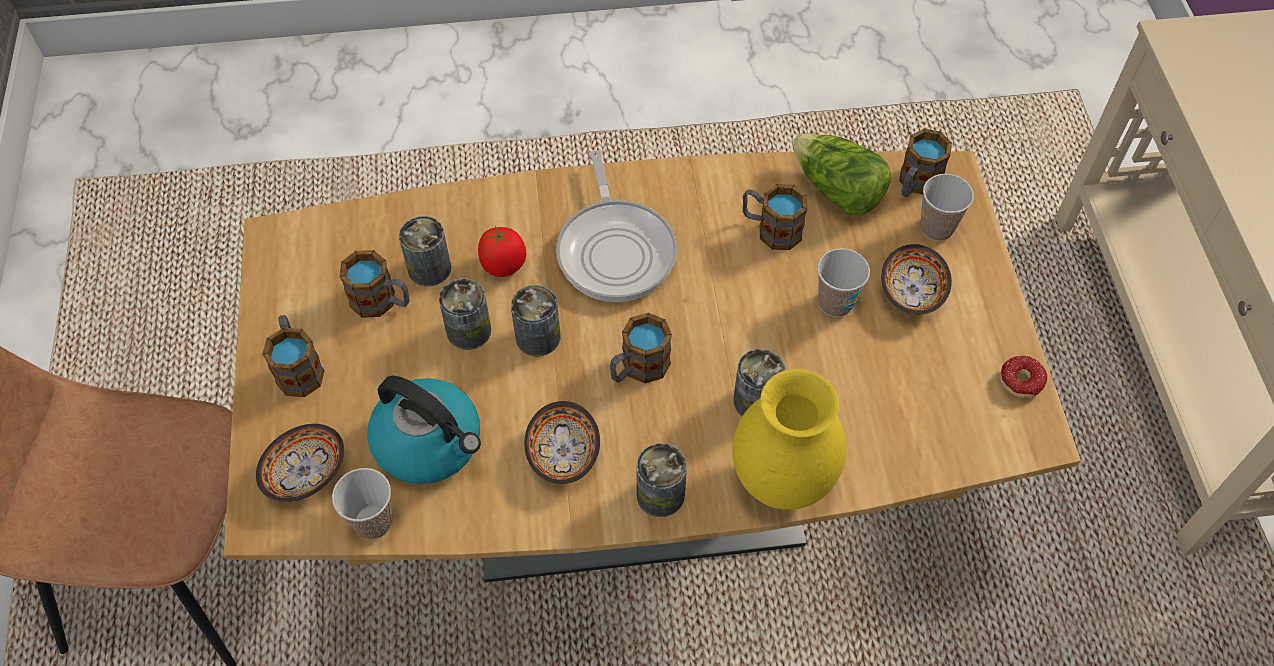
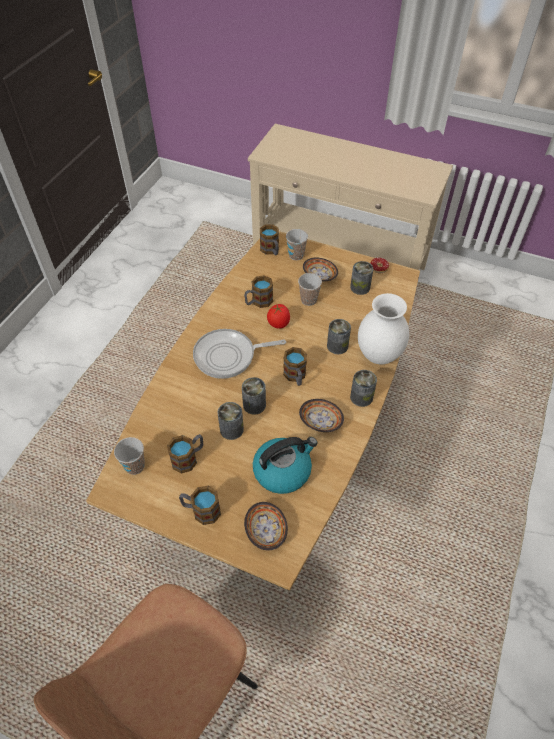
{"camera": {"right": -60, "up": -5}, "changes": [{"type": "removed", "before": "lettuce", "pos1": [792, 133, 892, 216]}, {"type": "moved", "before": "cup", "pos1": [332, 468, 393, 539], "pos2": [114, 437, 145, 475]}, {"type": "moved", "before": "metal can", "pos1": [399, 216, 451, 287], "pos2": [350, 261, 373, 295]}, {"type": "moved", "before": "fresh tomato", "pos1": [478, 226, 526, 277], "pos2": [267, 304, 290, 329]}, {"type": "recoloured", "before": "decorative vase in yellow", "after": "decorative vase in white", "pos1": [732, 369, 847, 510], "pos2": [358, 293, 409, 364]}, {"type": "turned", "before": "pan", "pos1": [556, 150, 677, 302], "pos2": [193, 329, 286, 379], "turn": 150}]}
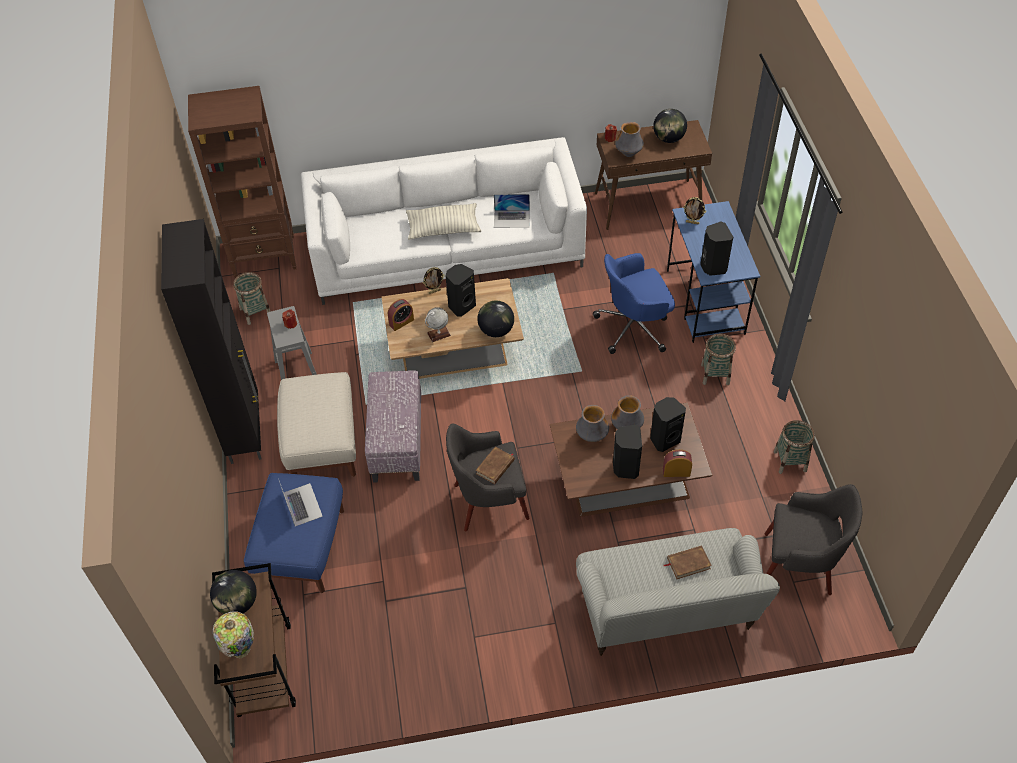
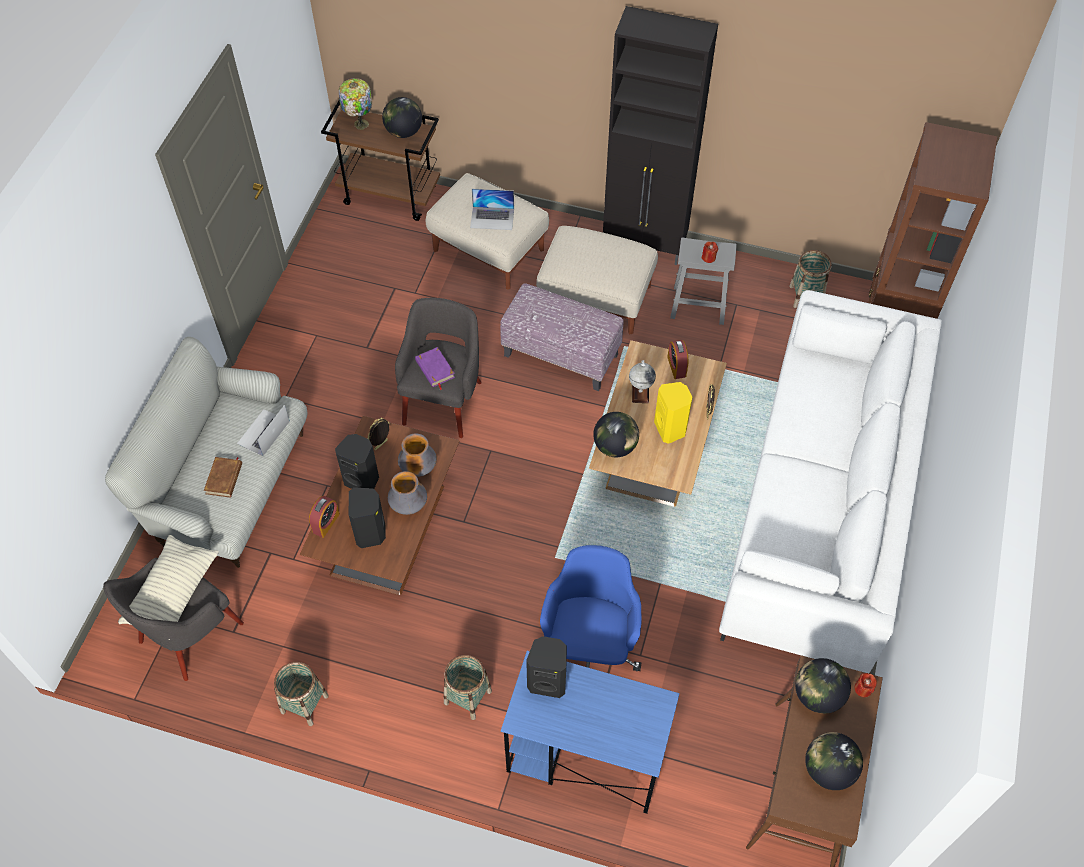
{"camera": {"right": 115, "up": 5}, "changes": [{"type": "moved", "before": "cushion", "pos1": [406, 203, 481, 240], "pos2": [118, 535, 219, 640]}, {"type": "moved", "before": "notebook computer", "pos1": [494, 194, 530, 228], "pos2": [237, 405, 290, 456]}, {"type": "moved", "before": "standing frame", "pos1": [683, 197, 706, 225], "pos2": [367, 418, 389, 450]}, {"type": "replaced", "before": "decorative vase", "after": "globe", "pos1": [615, 122, 644, 157], "pos2": [795, 658, 851, 714]}, {"type": "recoloured", "before": "pouffe in blue", "after": "pouffe in beige", "pos1": [244, 473, 344, 593], "pos2": [426, 173, 549, 290]}, {"type": "recoloured", "before": "audio speaker in blackish", "after": "audio speaker in yellow", "pos1": [445, 264, 476, 317], "pos2": [654, 382, 692, 444]}, {"type": "recoloured", "before": "volume in brown-coloured", "after": "volume in purple-coloured", "pos1": [475, 446, 515, 484], "pos2": [415, 347, 455, 390]}]}
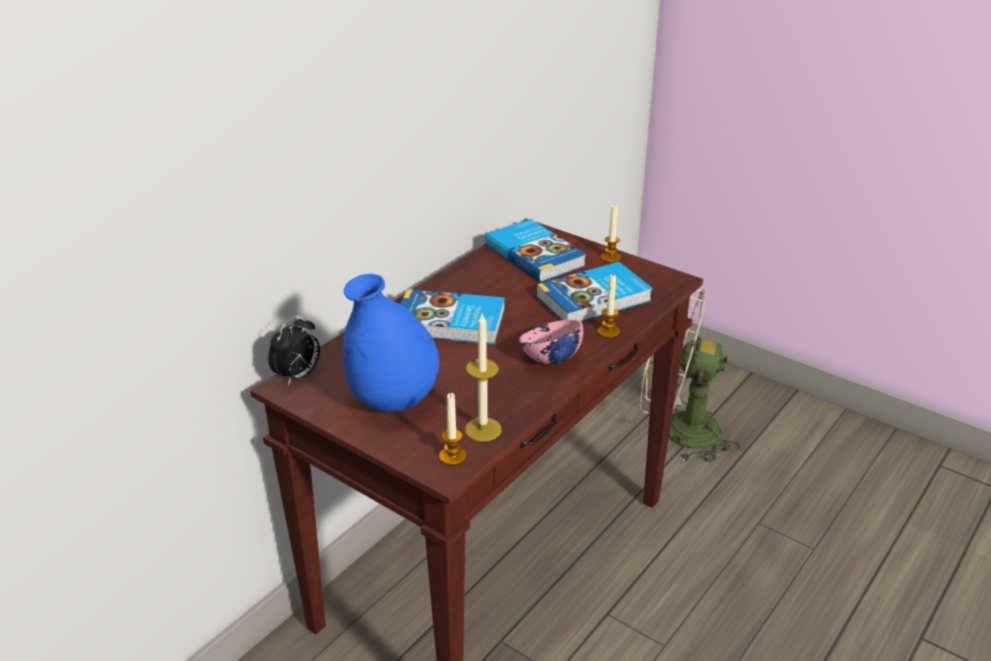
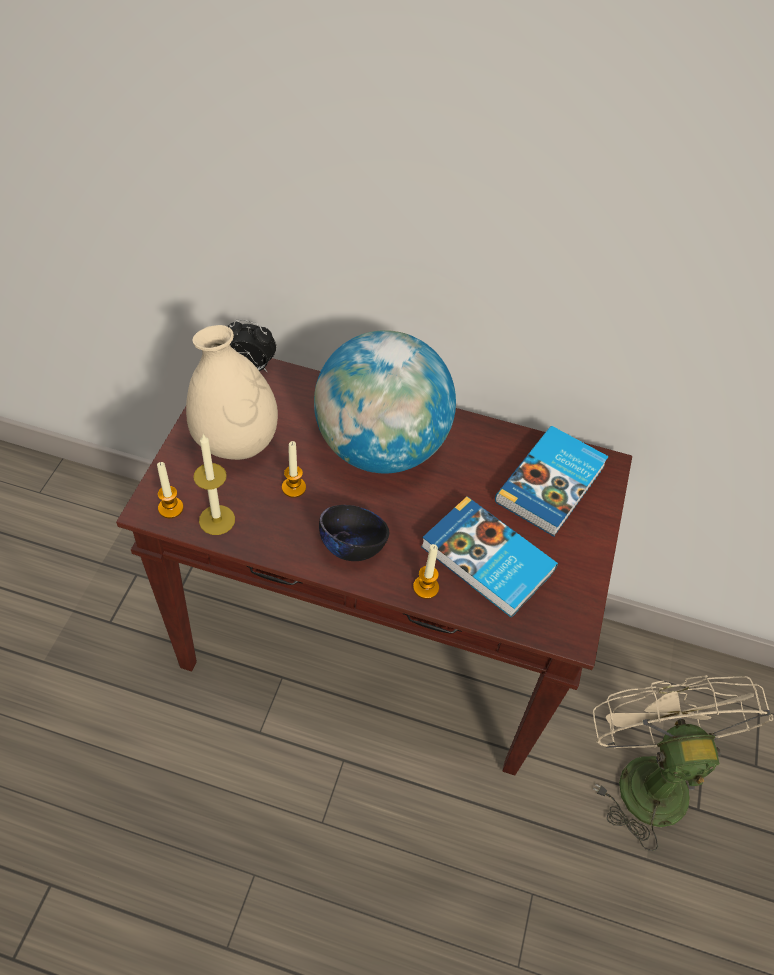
{"camera": {"right": 65, "up": 20}, "changes": [{"type": "moved", "before": "wax candle", "pos1": [601, 204, 621, 263], "pos2": [282, 441, 306, 498]}, {"type": "replaced", "before": "volume", "after": "globe", "pos1": [401, 289, 505, 344], "pos2": [314, 330, 456, 473]}, {"type": "recoloured", "before": "decorative vase in blue", "after": "decorative vase in beige", "pos1": [343, 274, 439, 412], "pos2": [186, 325, 278, 460]}, {"type": "recoloured", "before": "serving bowl in pink", "after": "serving bowl in blackish", "pos1": [519, 319, 583, 364], "pos2": [319, 505, 389, 561]}]}
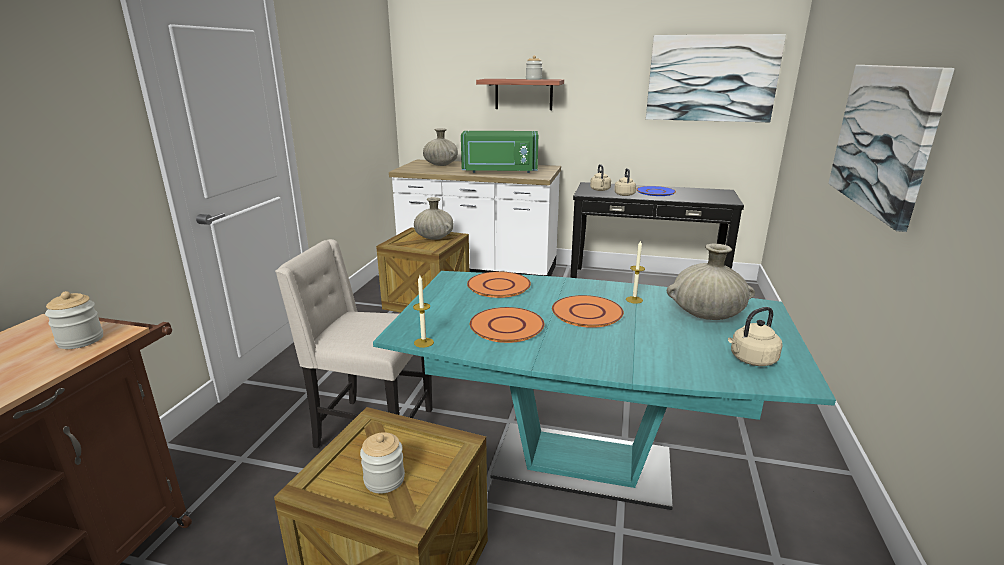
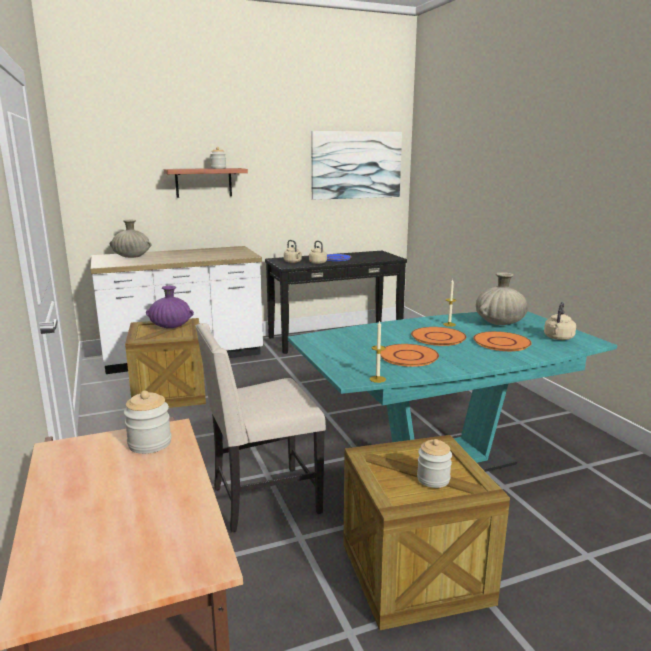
{"camera": {"right": -35, "up": -5}, "changes": [{"type": "removed", "before": "microwave in greenish", "pos1": [461, 131, 538, 173]}, {"type": "removed", "before": "wall art", "pos1": [828, 65, 955, 232]}, {"type": "moved", "before": "flat dish in orangey", "pos1": [467, 271, 531, 298], "pos2": [473, 331, 532, 351]}, {"type": "recoloured", "before": "decorative vase in beige", "after": "decorative vase in purple-coloured", "pos1": [414, 197, 454, 240], "pos2": [146, 286, 194, 328]}]}
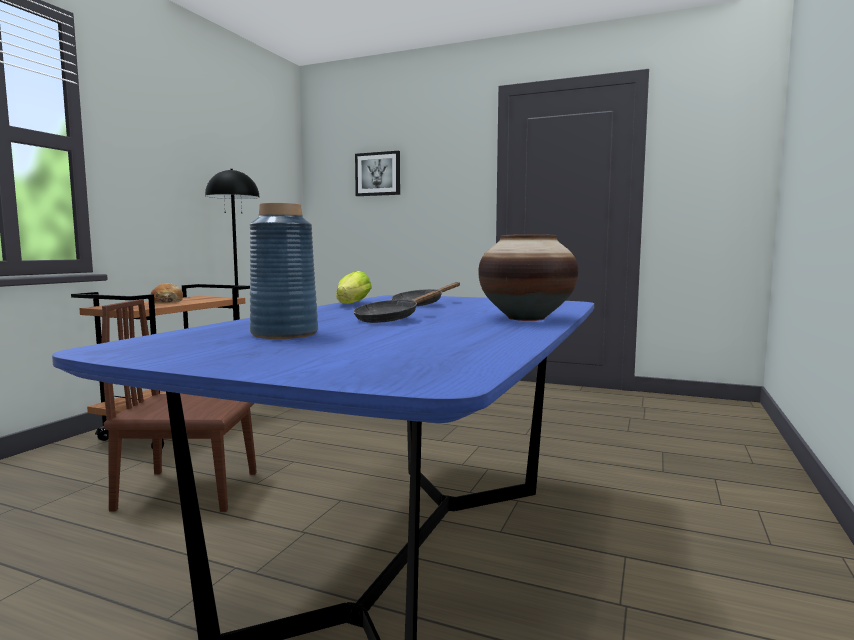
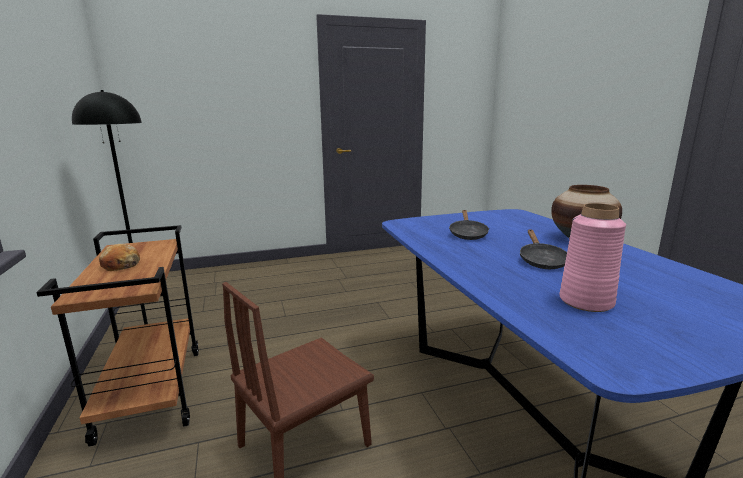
{"camera": {"right": -40, "up": 10}, "changes": [{"type": "removed", "before": "lettuce", "pos1": [336, 271, 372, 304]}, {"type": "removed", "before": "wall art", "pos1": [355, 151, 400, 196]}, {"type": "recoloured", "before": "decorative vase in blue", "after": "decorative vase in pink", "pos1": [250, 203, 318, 339], "pos2": [559, 203, 626, 312]}]}
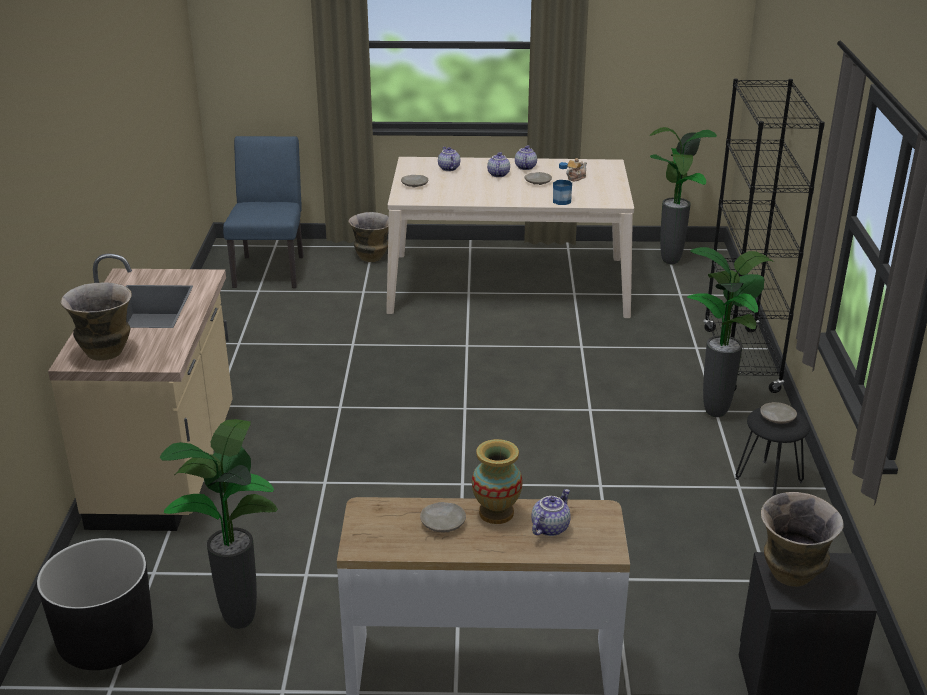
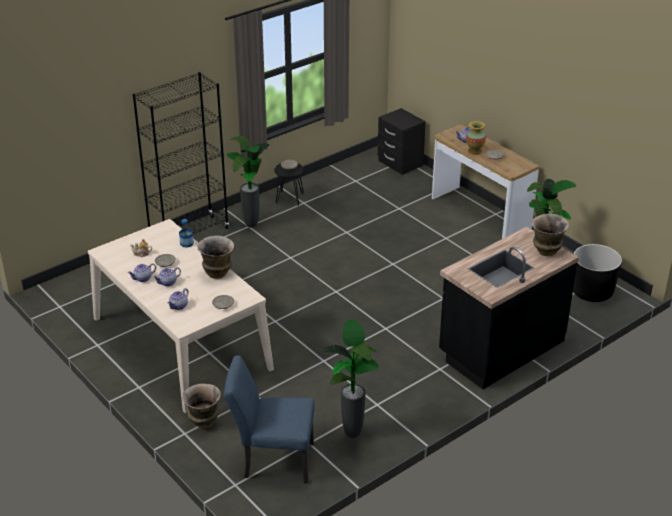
{"camera": {"right": -130, "up": 5}, "changes": [{"type": "moved", "before": "potted plant", "pos1": [650, 127, 717, 264], "pos2": [323, 319, 378, 438]}, {"type": "moved", "before": "decorative vase", "pos1": [761, 492, 844, 587], "pos2": [197, 236, 234, 279]}, {"type": "recoloured", "before": "counter in beige", "after": "counter in blackish", "pos1": [48, 254, 233, 531], "pos2": [439, 227, 579, 389]}, {"type": "turned", "before": "upright chair in blue", "pos1": [223, 136, 304, 288], "pos2": [224, 356, 314, 483], "turn": 45}]}
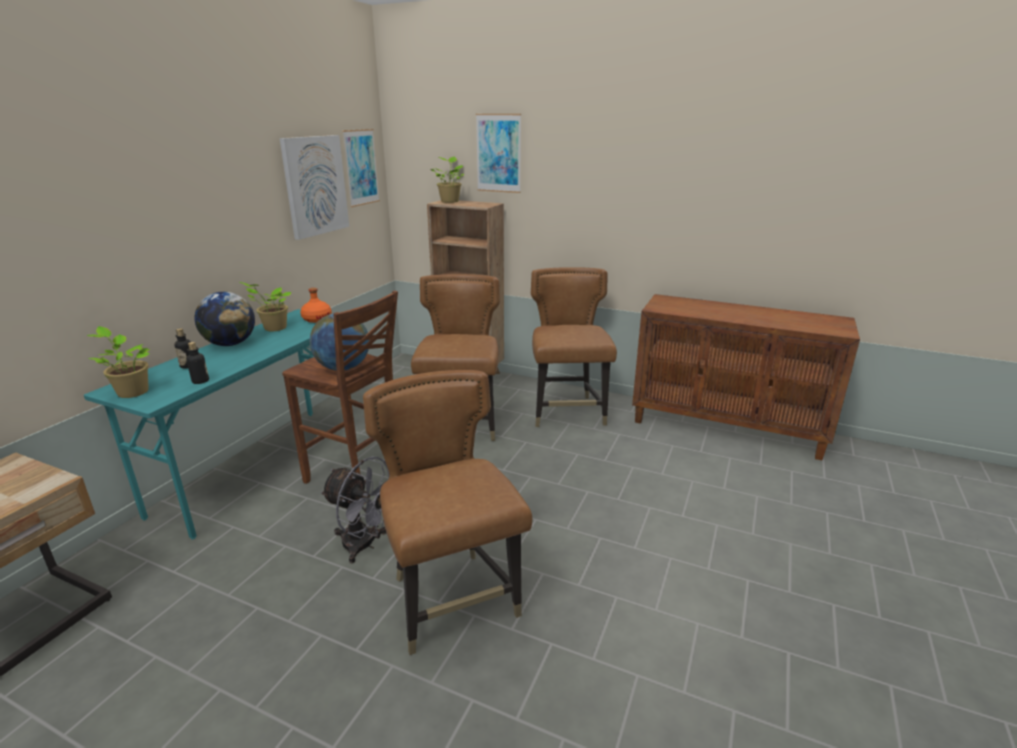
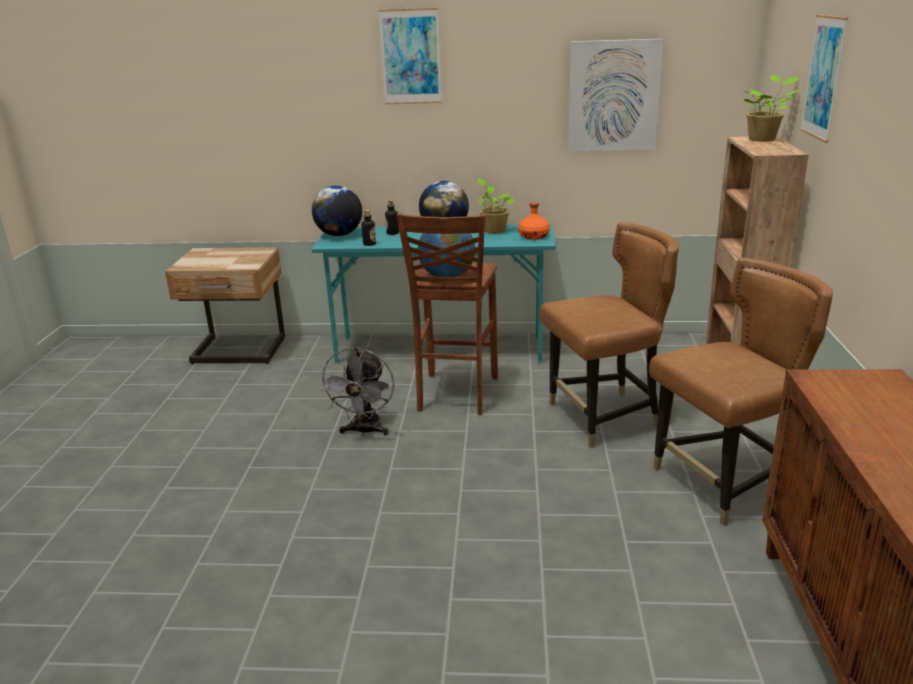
{"camera": {"right": 70, "up": 0}, "changes": [{"type": "removed", "before": "upright chair in brown-coloured", "pos1": [363, 370, 532, 655]}, {"type": "moved", "before": "wall art", "pos1": [342, 129, 380, 207], "pos2": [379, 8, 442, 104]}, {"type": "replaced", "before": "potted plant", "after": "globe", "pos1": [87, 326, 150, 398], "pos2": [312, 185, 362, 236]}]}
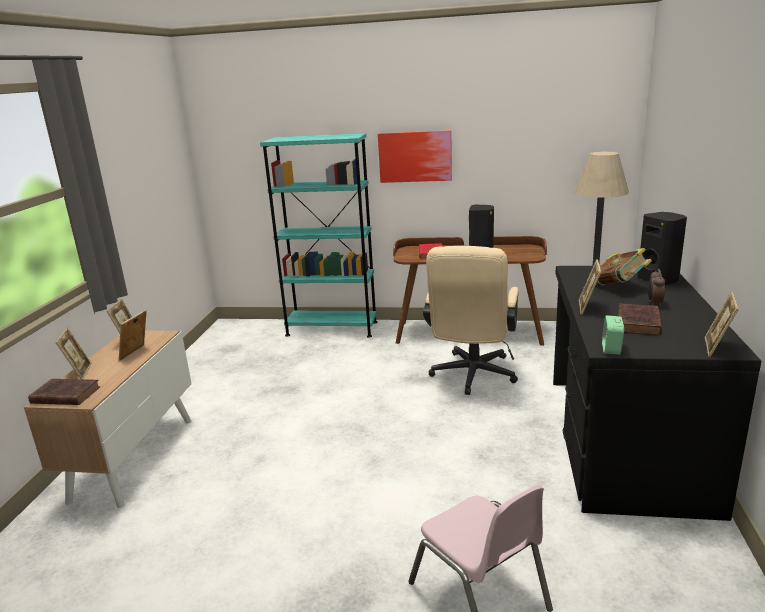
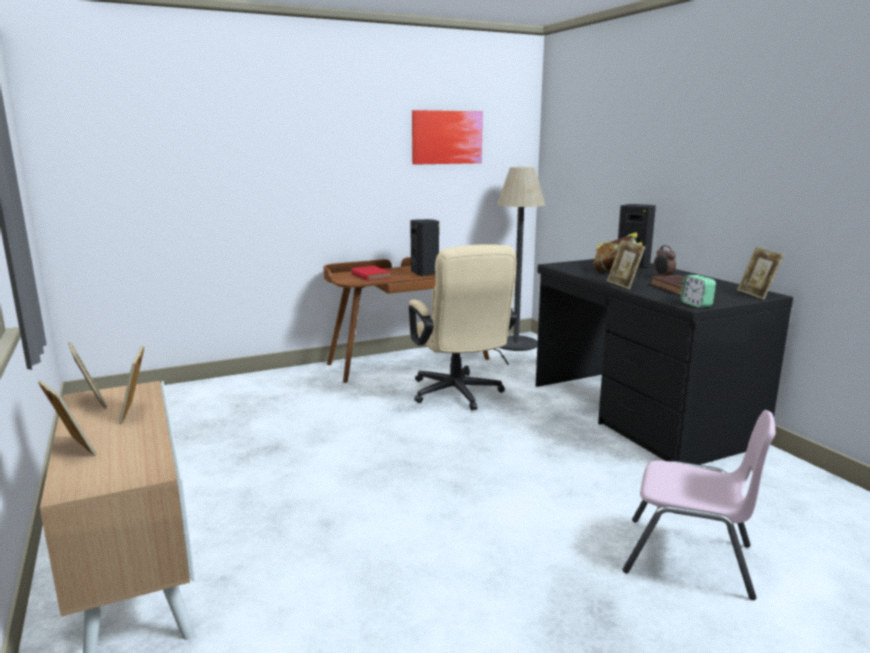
{"camera": {"right": -35, "up": -5}, "changes": [{"type": "removed", "before": "volume in brown-coloured", "pos1": [28, 379, 100, 405]}, {"type": "removed", "before": "bookshelf in turquoise-coloured", "pos1": [260, 133, 377, 338]}, {"type": "moved", "before": "wall art", "pos1": [378, 130, 452, 183], "pos2": [412, 110, 483, 165]}]}
